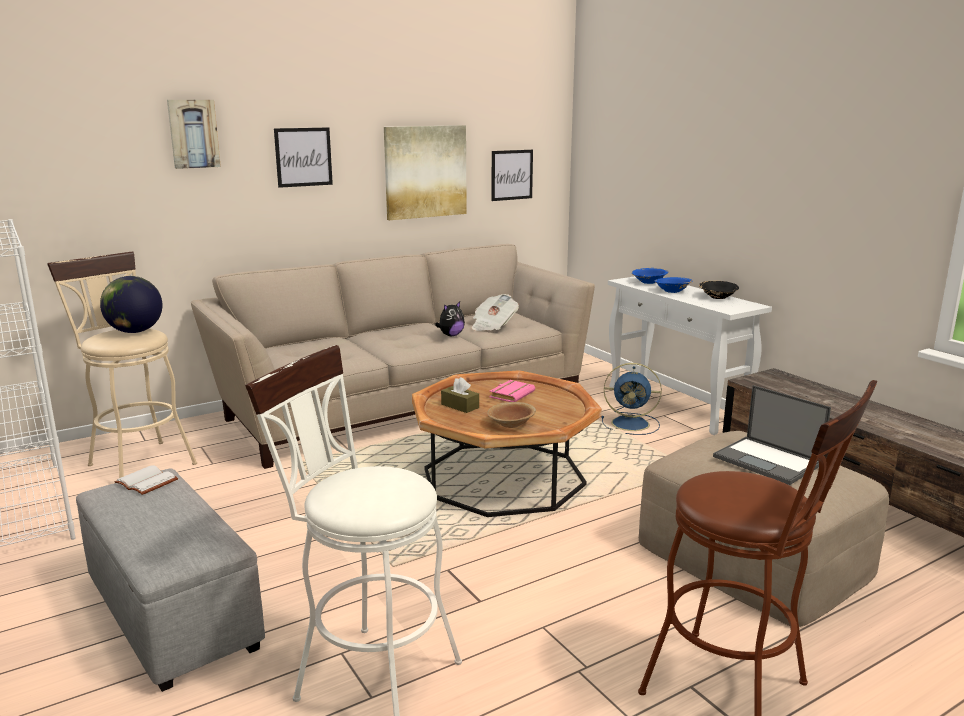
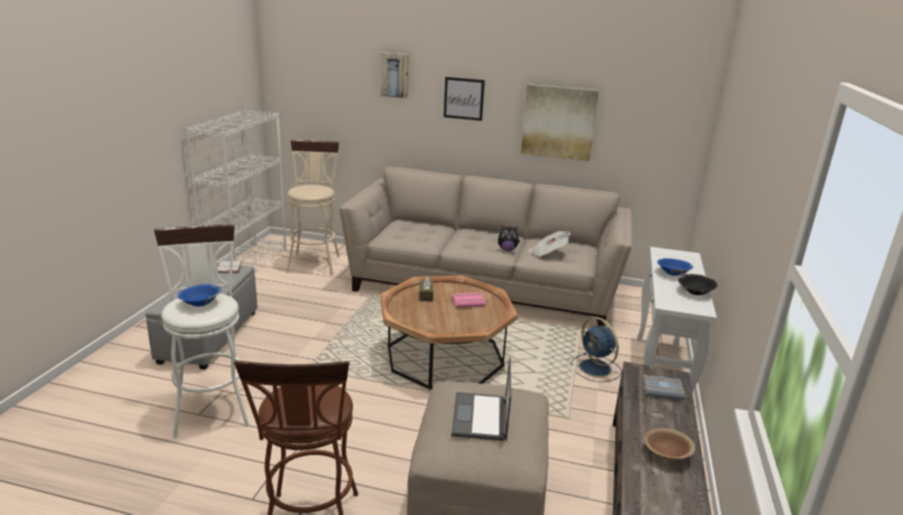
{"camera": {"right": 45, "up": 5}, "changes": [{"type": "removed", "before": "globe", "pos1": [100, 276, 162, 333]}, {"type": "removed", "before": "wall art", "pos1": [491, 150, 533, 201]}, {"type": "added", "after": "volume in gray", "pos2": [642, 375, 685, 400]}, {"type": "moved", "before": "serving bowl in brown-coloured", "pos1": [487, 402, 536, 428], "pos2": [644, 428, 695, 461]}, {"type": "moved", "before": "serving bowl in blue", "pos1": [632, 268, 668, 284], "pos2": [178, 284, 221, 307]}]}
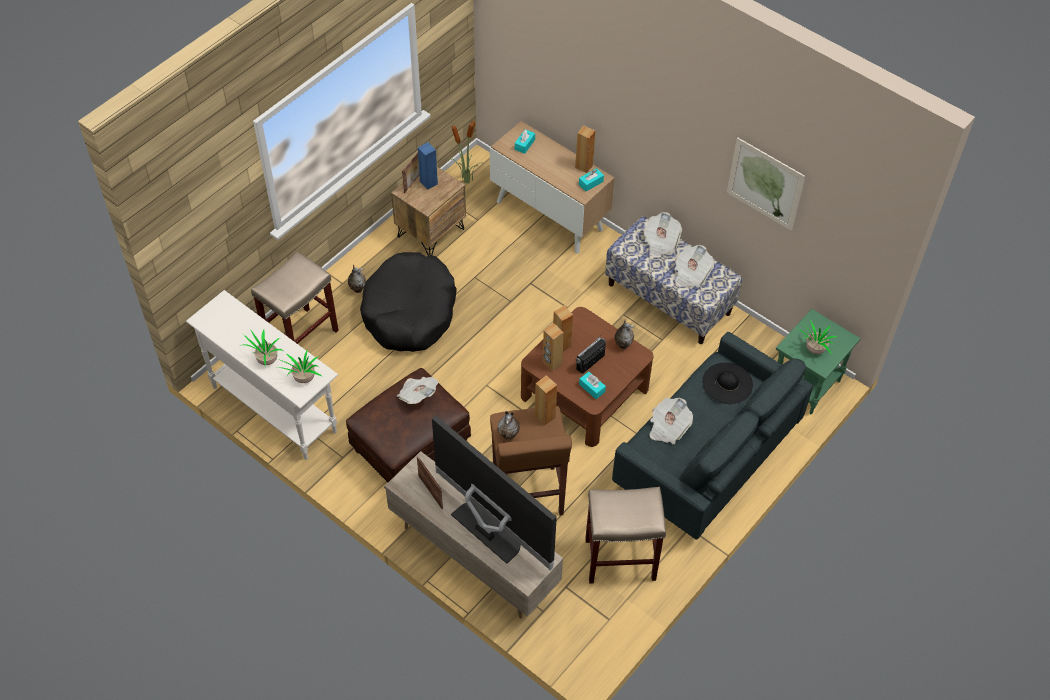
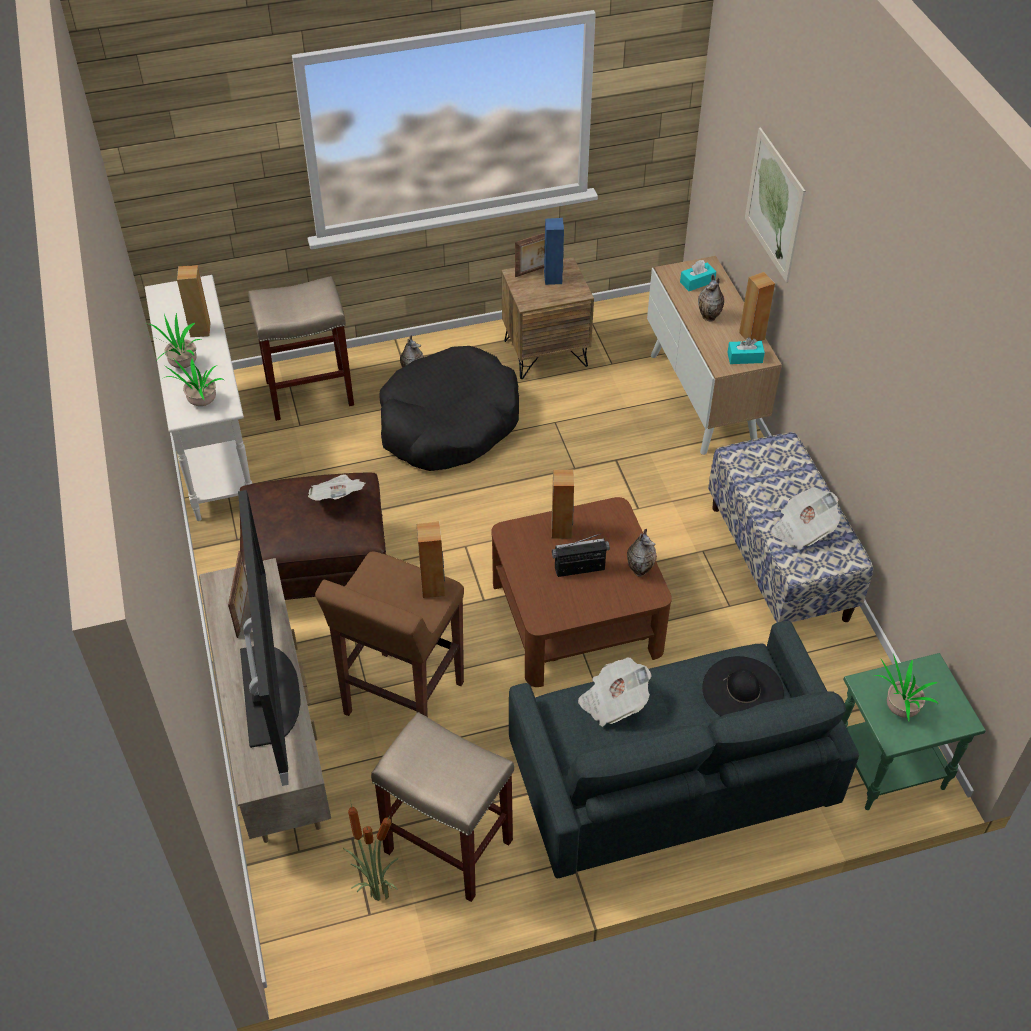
{"camera": {"right": 35, "up": -5}, "changes": [{"type": "removed", "before": "tissue box in turquoise-coloured", "pos1": [579, 372, 606, 399]}, {"type": "removed", "before": "printed paper", "pos1": [643, 212, 682, 256]}, {"type": "moved", "before": "potted plant", "pos1": [448, 118, 484, 183], "pos2": [343, 800, 398, 901]}, {"type": "moved", "before": "decorative vase", "pos1": [498, 411, 519, 440], "pos2": [698, 274, 724, 321]}, {"type": "moved", "before": "audio speaker in brown-coloured", "pos1": [543, 323, 564, 371], "pos2": [177, 265, 211, 337]}, {"type": "moved", "before": "wall art", "pos1": [727, 138, 805, 230], "pos2": [745, 128, 806, 283]}]}
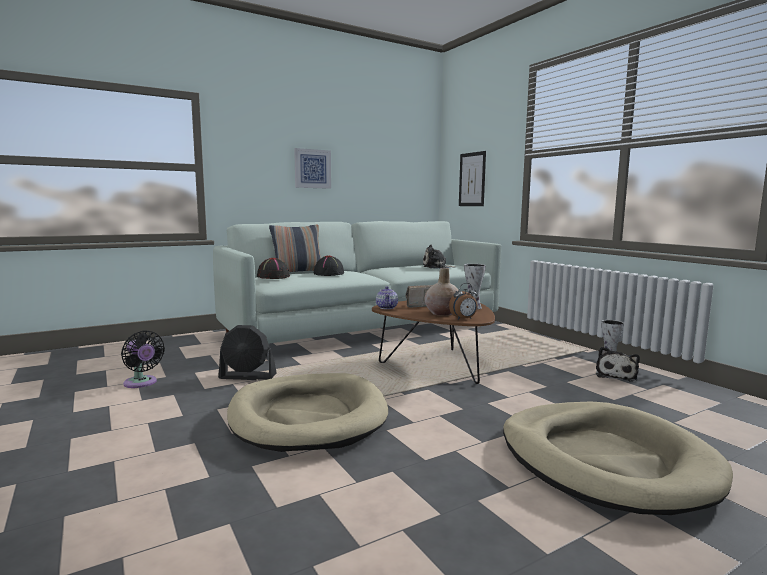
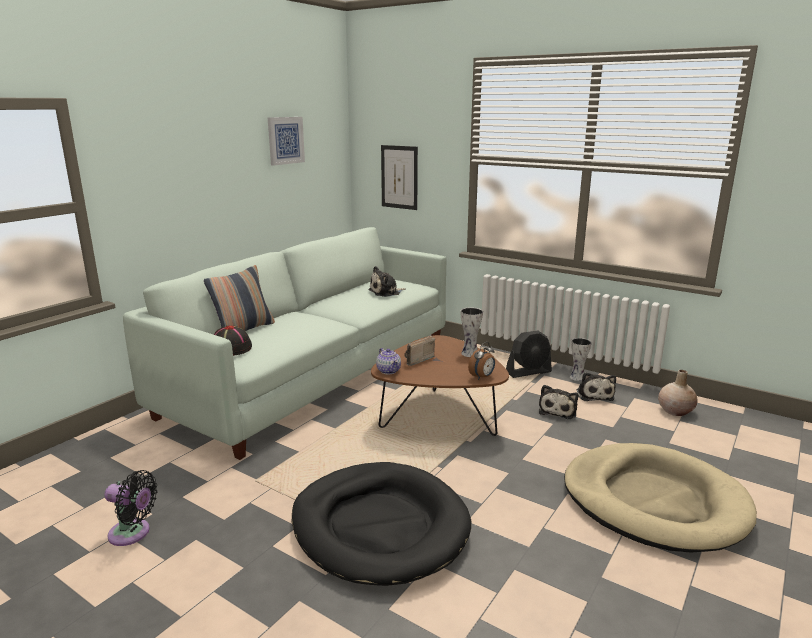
{"camera": {"right": -25, "up": 10}, "changes": [{"type": "removed", "before": "hat in blackish", "pos1": [314, 256, 344, 276]}, {"type": "added", "after": "soft toy", "pos2": [539, 385, 578, 419]}, {"type": "moved", "before": "fan in blackish", "pos1": [218, 325, 276, 380], "pos2": [506, 330, 552, 378]}, {"type": "moved", "before": "wall art", "pos1": [294, 148, 331, 189], "pos2": [268, 117, 305, 166]}, {"type": "moved", "before": "decorative vase in beige", "pos1": [424, 268, 458, 316], "pos2": [658, 370, 697, 416]}, {"type": "recoloured", "before": "pet bed in beige", "after": "pet bed in blackish", "pos1": [227, 373, 388, 452], "pos2": [292, 462, 471, 586]}]}
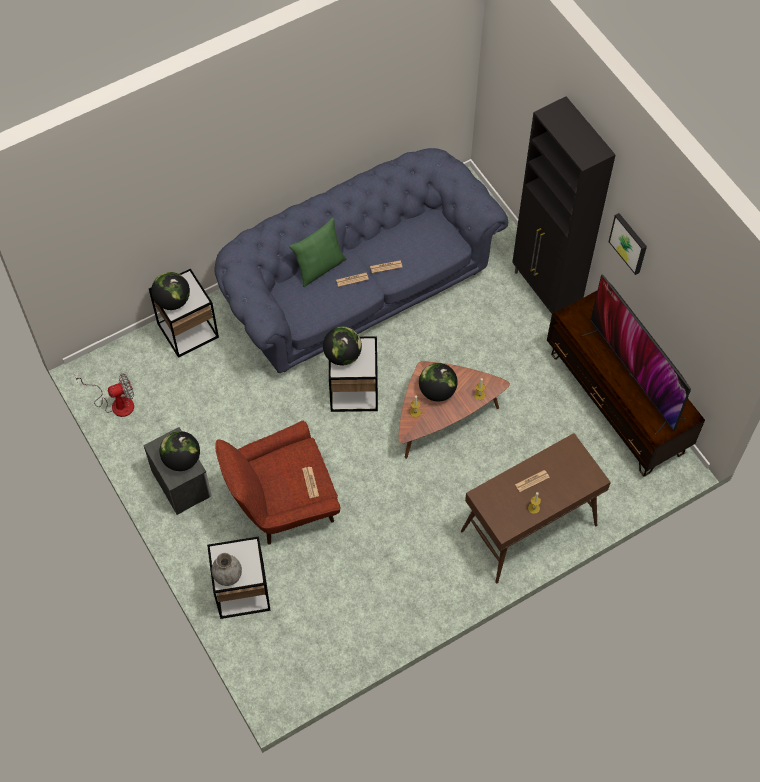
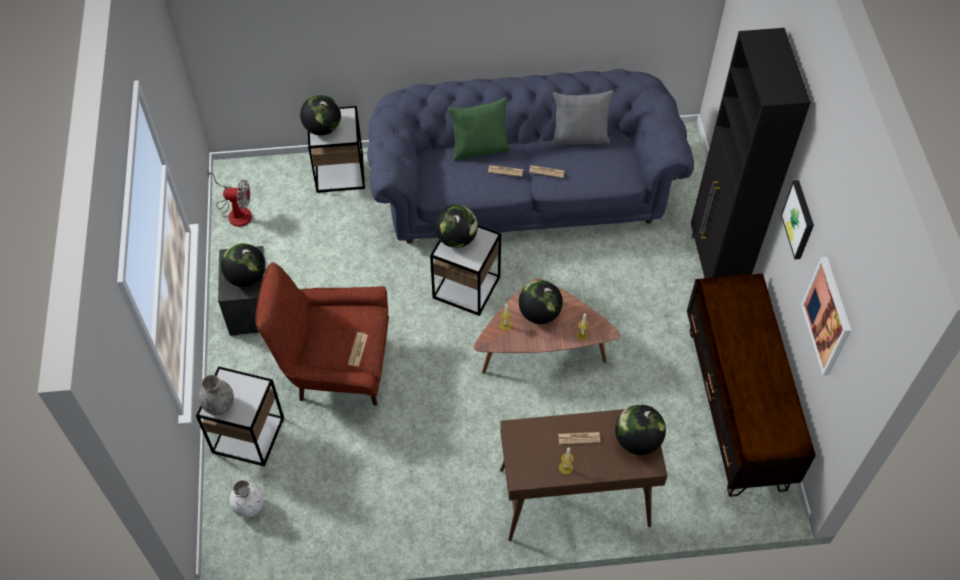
{"camera": {"right": 25, "up": -5}, "changes": [{"type": "removed", "before": "TV set", "pos1": [582, 274, 691, 435]}, {"type": "added", "after": "decorative vase in white", "pos2": [230, 480, 264, 518]}, {"type": "added", "after": "cushion in gray", "pos2": [552, 91, 613, 146]}, {"type": "added", "after": "globe", "pos2": [615, 405, 666, 455]}, {"type": "added", "after": "wall art", "pos2": [801, 257, 852, 376]}]}
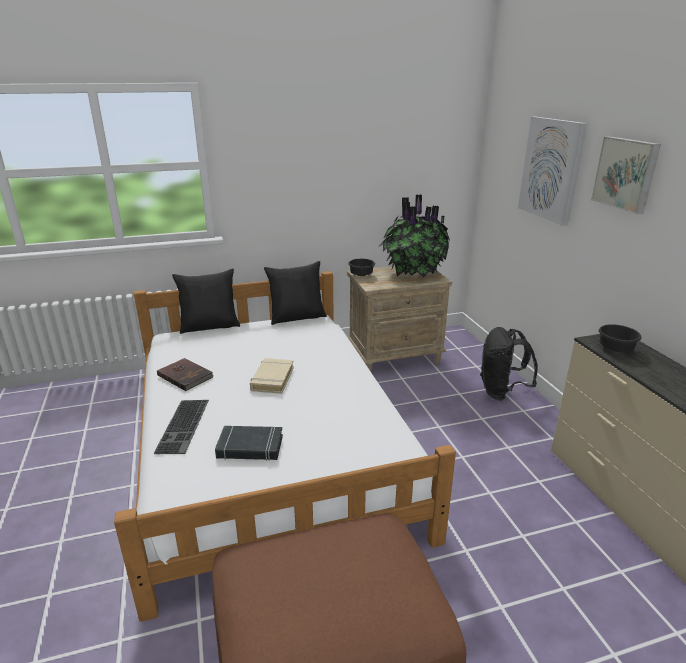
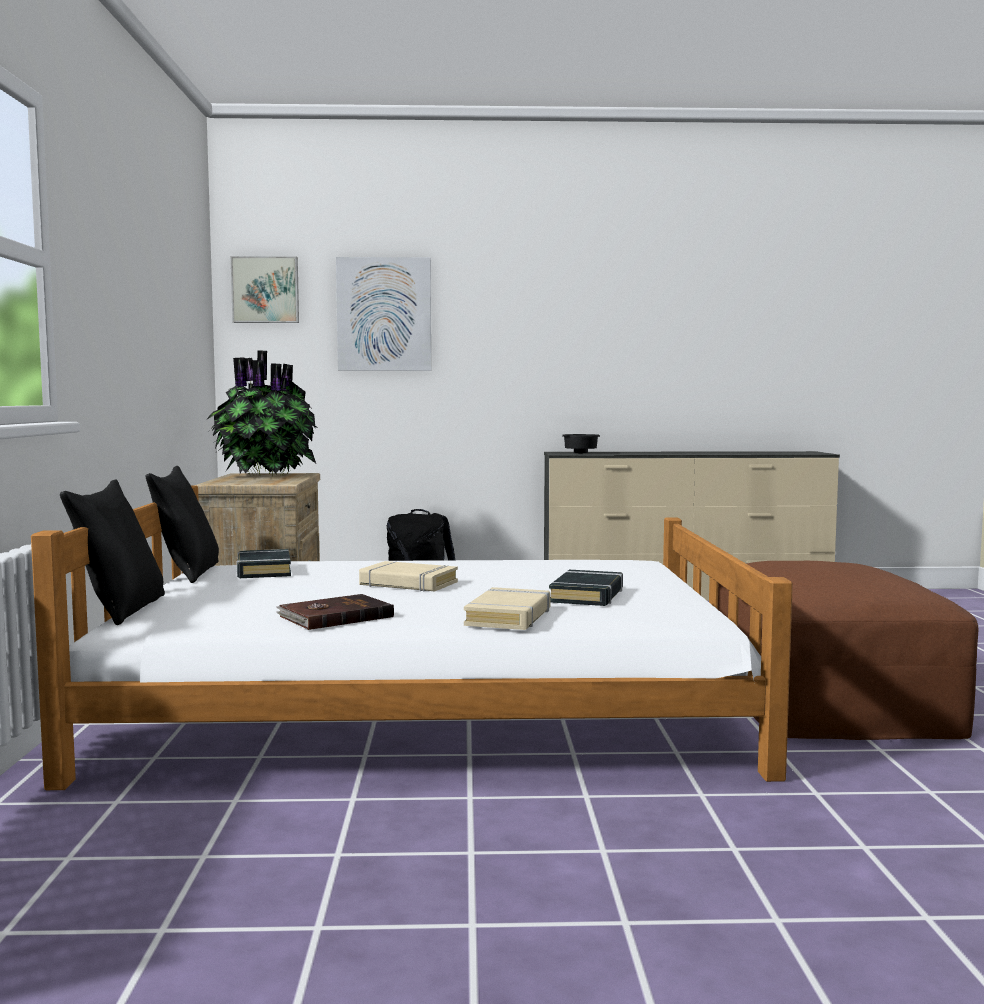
{"camera": {"right": -75, "up": -20}, "changes": [{"type": "removed", "before": "serving bowl in blackish", "pos1": [348, 259, 375, 276]}, {"type": "added", "after": "volume in blackish", "pos2": [237, 549, 291, 578]}, {"type": "moved", "before": "wall art", "pos1": [591, 136, 661, 214], "pos2": [231, 256, 299, 323]}, {"type": "replaced", "before": "computer keyboard", "after": "volume in beige", "pos1": [153, 400, 209, 454], "pos2": [464, 587, 550, 630]}]}
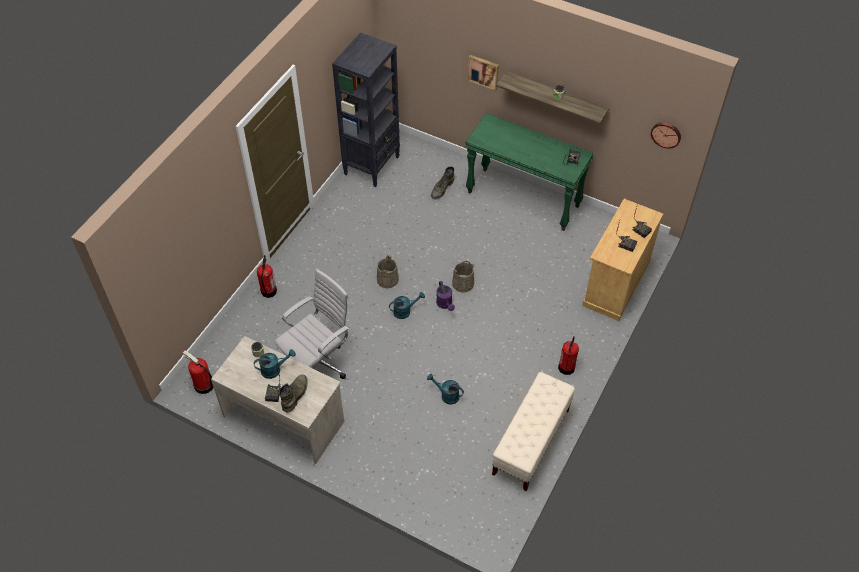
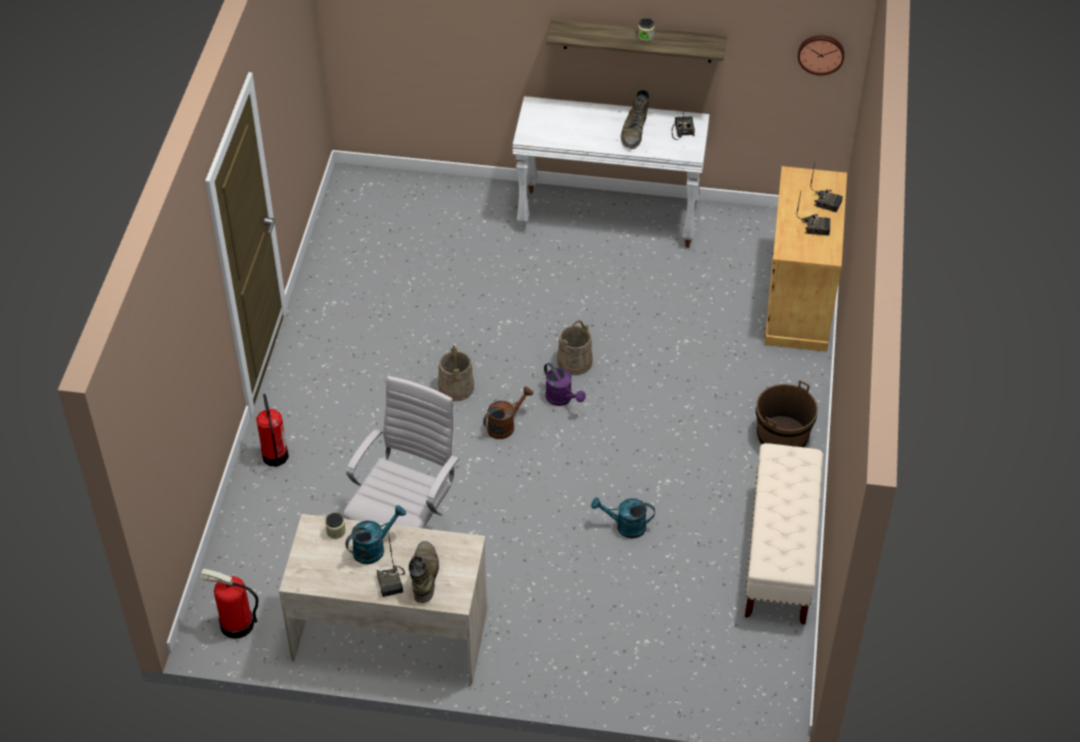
{"camera": {"right": -20, "up": -5}, "changes": [{"type": "removed", "before": "bookshelf in blackish", "pos1": [332, 32, 400, 187]}, {"type": "removed", "before": "wall art", "pos1": [468, 55, 499, 91]}, {"type": "moved", "before": "tall boot in greenish", "pos1": [431, 166, 454, 200], "pos2": [621, 90, 650, 149]}, {"type": "replaced", "before": "fire-fighting cylinder", "after": "bucket in brown-coloured", "pos1": [558, 337, 579, 375], "pos2": [756, 380, 818, 447]}, {"type": "recoloured", "before": "sprinkling can in turquoise-coloured", "after": "sprinkling can in brown-coloured", "pos1": [389, 292, 425, 319], "pos2": [483, 386, 533, 439]}, {"type": "recoloured", "before": "hall table in greenish", "after": "hall table in white", "pos1": [465, 113, 594, 231], "pos2": [512, 96, 710, 248]}]}
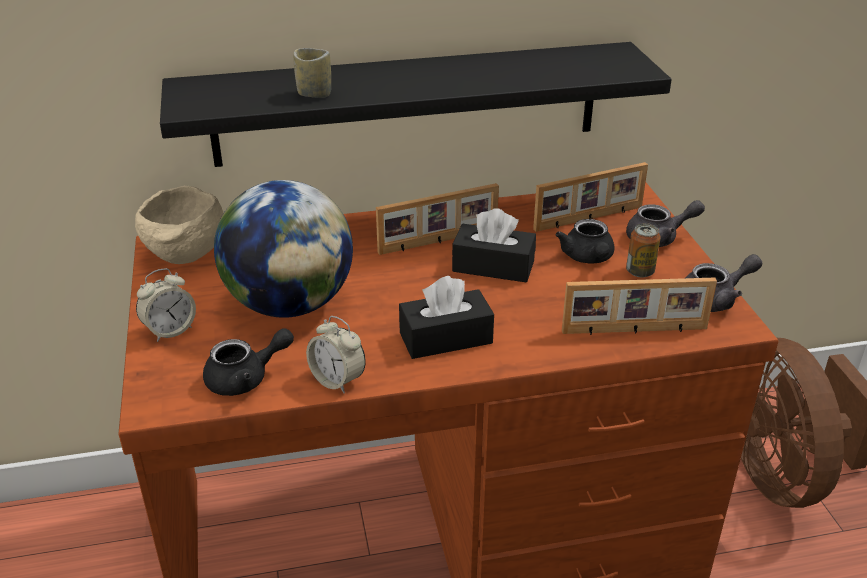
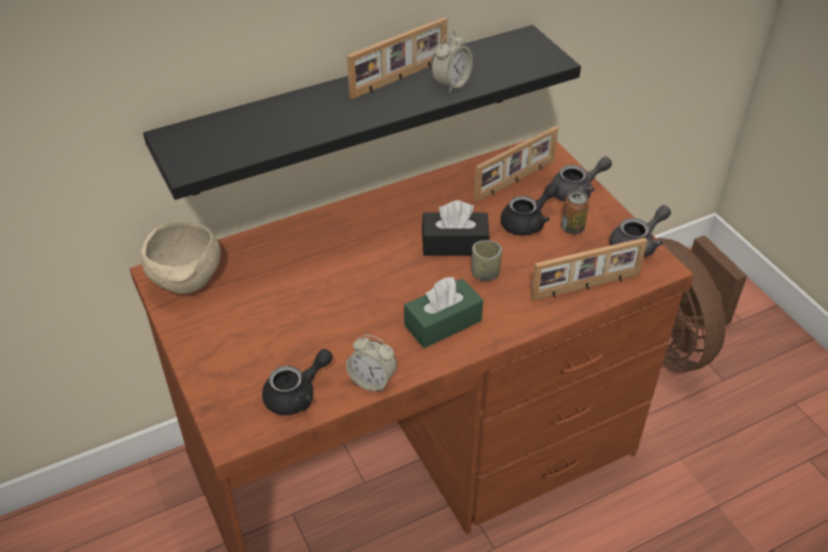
{"camera": {"right": -15, "up": 10}, "changes": [{"type": "removed", "before": "globe", "pos1": [214, 180, 353, 318]}, {"type": "moved", "before": "bedside clock", "pos1": [136, 268, 196, 342], "pos2": [431, 31, 473, 93]}, {"type": "moved", "before": "cup", "pos1": [293, 48, 331, 98], "pos2": [471, 240, 502, 281]}, {"type": "moved", "before": "standing frame", "pos1": [376, 183, 499, 255], "pos2": [347, 17, 447, 99]}, {"type": "recoloured", "before": "tissue box in blackish", "after": "tissue box in greenish", "pos1": [399, 276, 494, 359], "pos2": [404, 277, 483, 348]}, {"type": "turned", "before": "tea pot in blackish", "pos1": [556, 219, 615, 263], "pos2": [500, 183, 559, 236], "turn": -105}]}
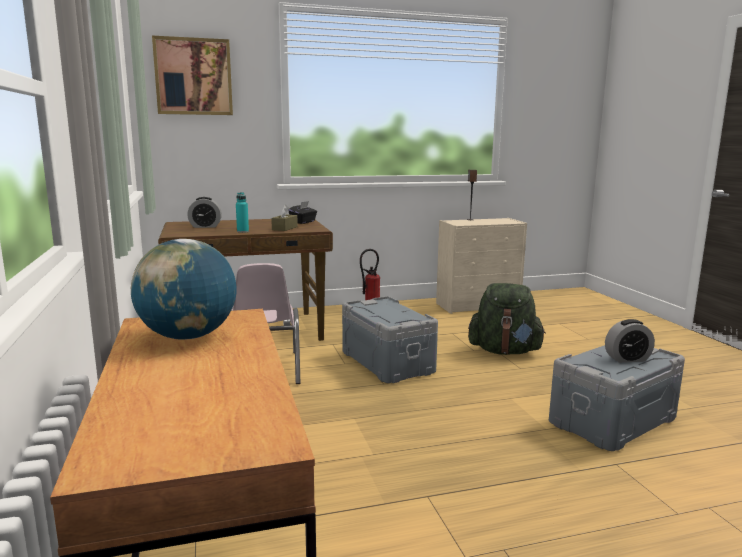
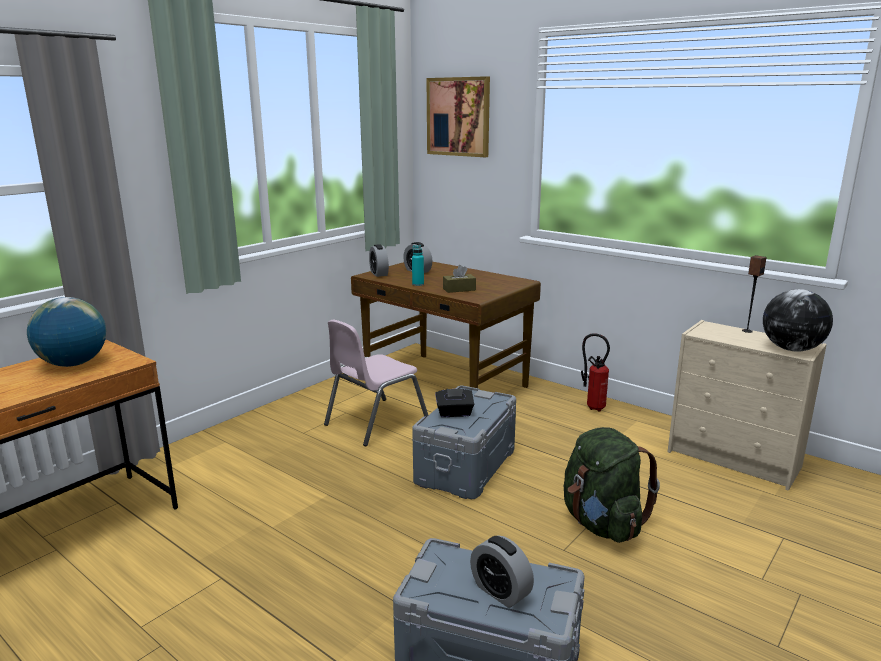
{"camera": {"right": 55, "up": 5}, "changes": [{"type": "added", "after": "bedside clock", "pos2": [369, 244, 389, 277]}, {"type": "added", "after": "globe", "pos2": [763, 289, 833, 352]}, {"type": "moved", "before": "tissue box in blackish", "pos1": [288, 201, 317, 224], "pos2": [435, 389, 474, 417]}]}
